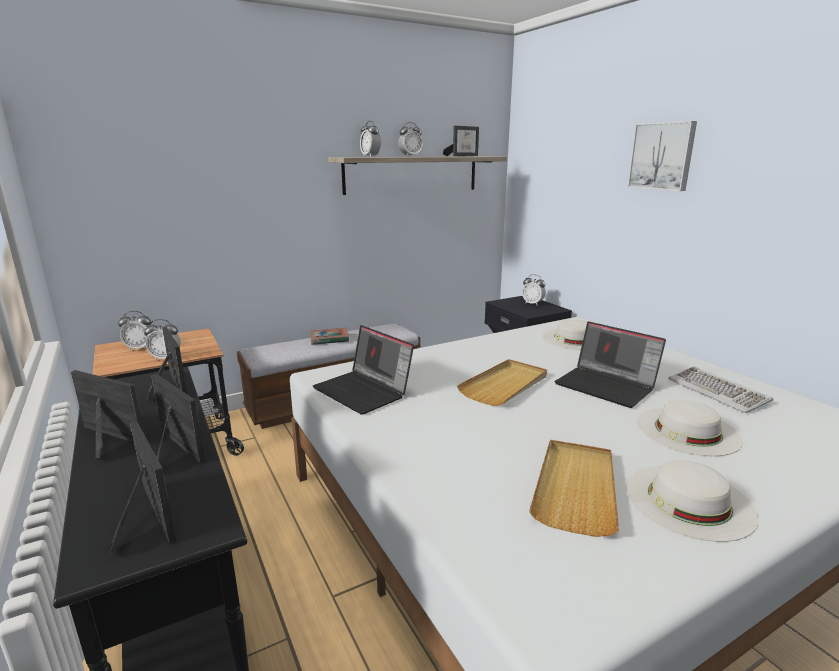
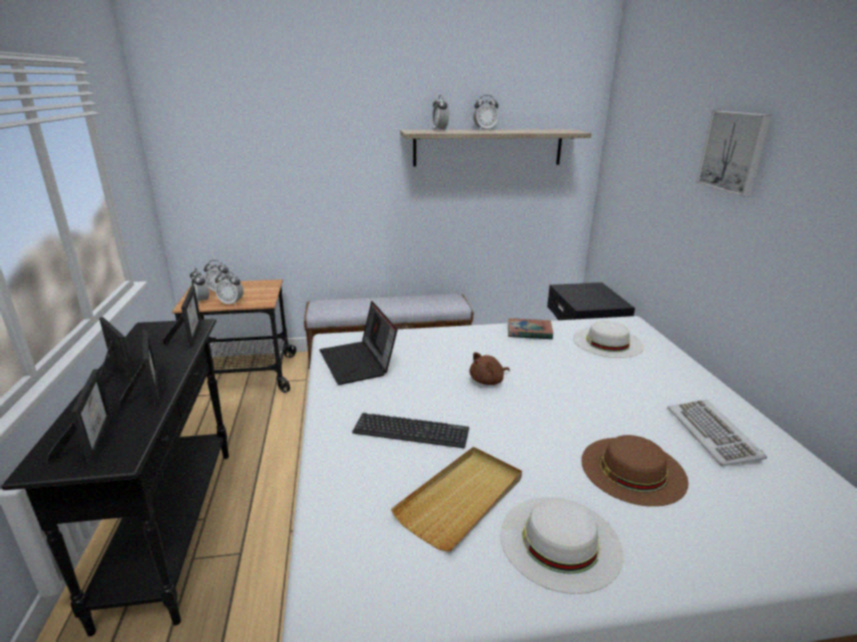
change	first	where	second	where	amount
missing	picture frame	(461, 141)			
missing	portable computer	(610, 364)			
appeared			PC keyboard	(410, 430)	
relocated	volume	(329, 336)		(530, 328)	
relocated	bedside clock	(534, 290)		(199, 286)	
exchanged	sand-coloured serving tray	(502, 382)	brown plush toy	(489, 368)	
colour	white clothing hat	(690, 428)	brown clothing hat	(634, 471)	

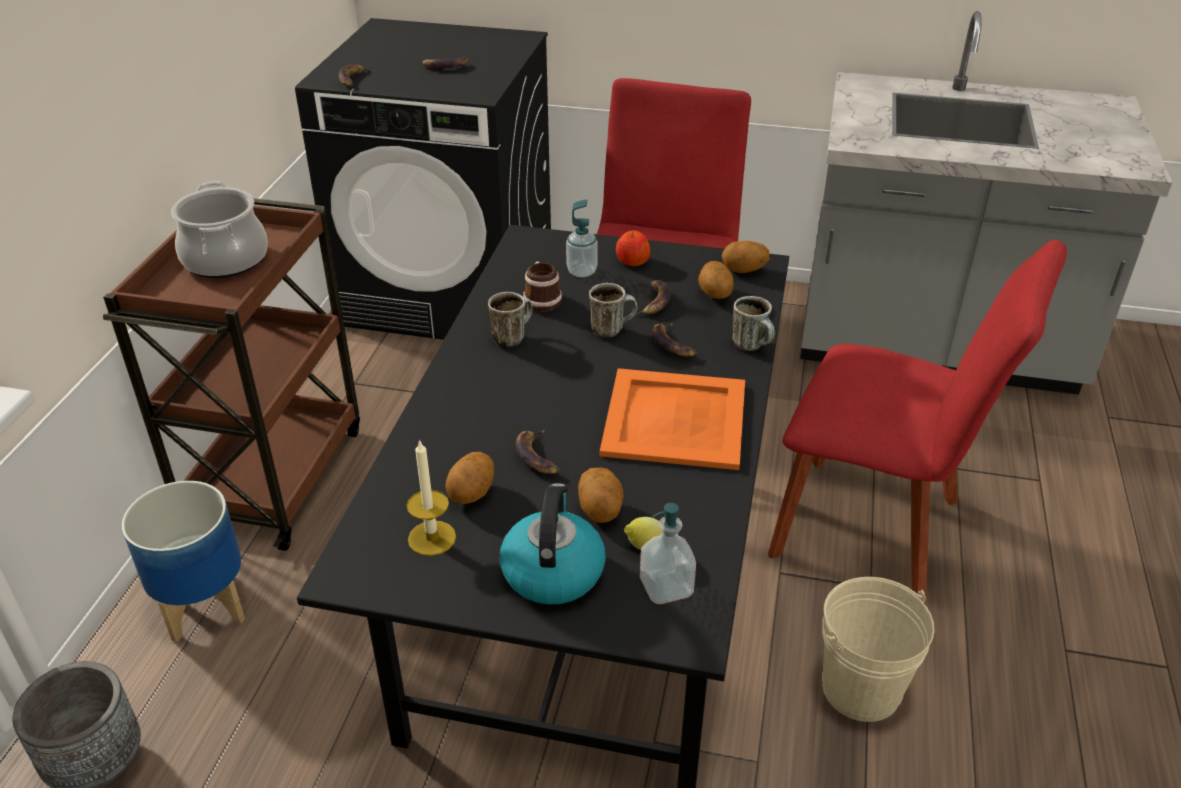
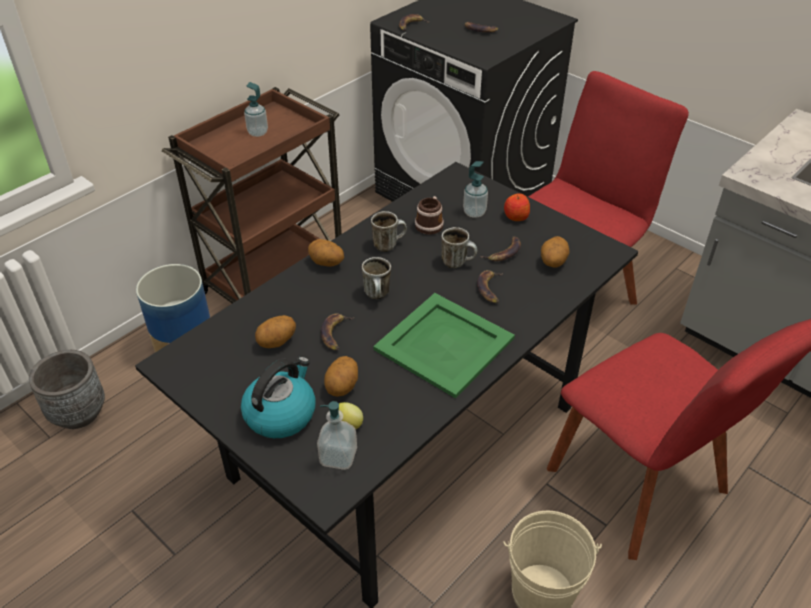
change	first	where	second	where	amount
missing	candle	(431, 497)			
relocated	whole potato	(745, 257)		(326, 253)	
relocated	mug	(753, 323)		(376, 278)	
exchanged	stockpot	(219, 229)	soap dispenser	(256, 109)	
colour	orange serving tray	(672, 419)	green-coloured serving tray	(444, 345)	

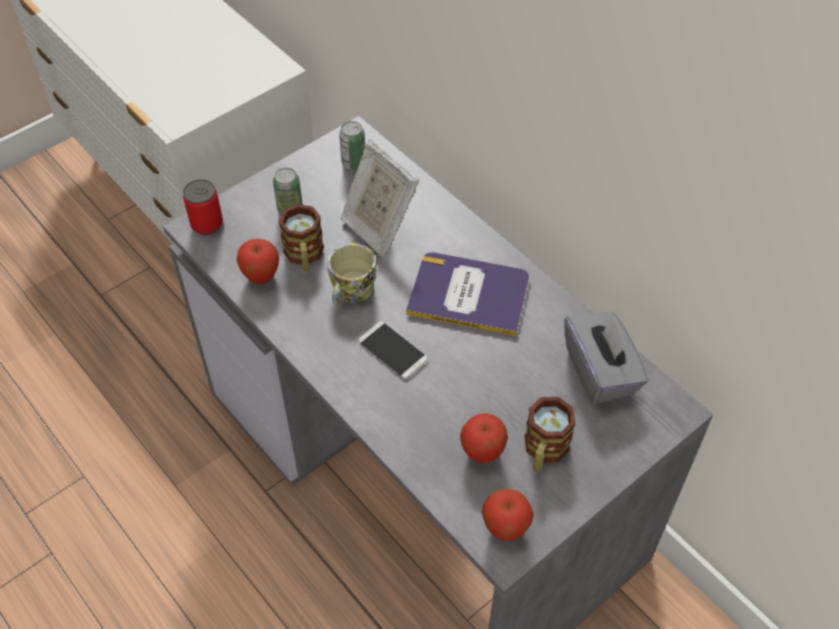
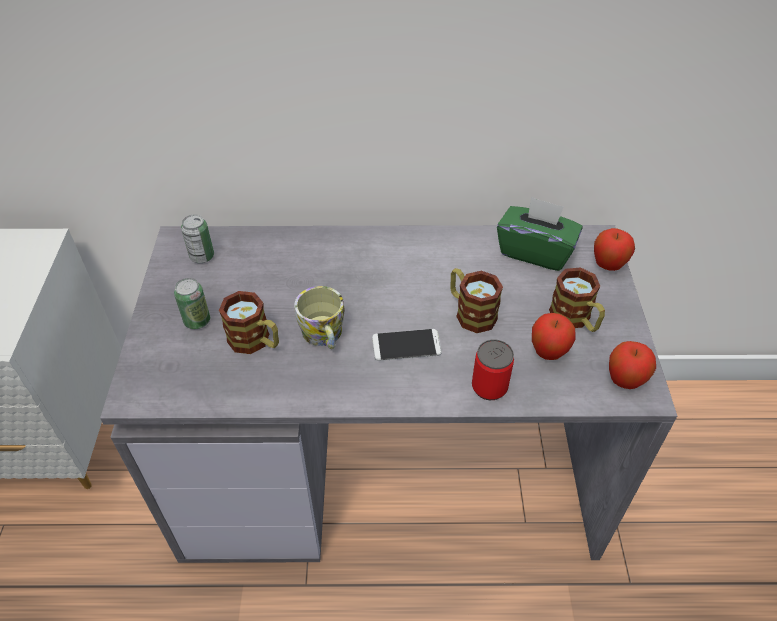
change	first	where	second	where	amount
missing	picture frame	(380, 198)			
missing	volume	(467, 294)			
appeared			mug	(476, 300)	
relocated	can	(203, 207)		(493, 369)	
relocated	whole apple	(258, 261)		(614, 249)	
colour	grey tissue holder	(606, 358)	green-coloured tissue holder	(540, 233)	

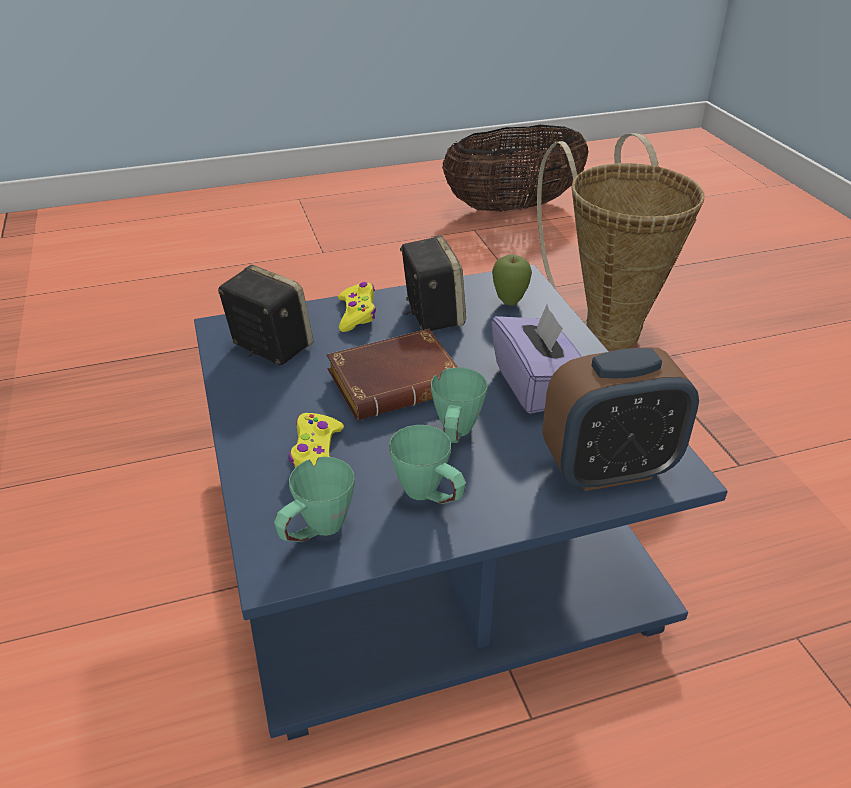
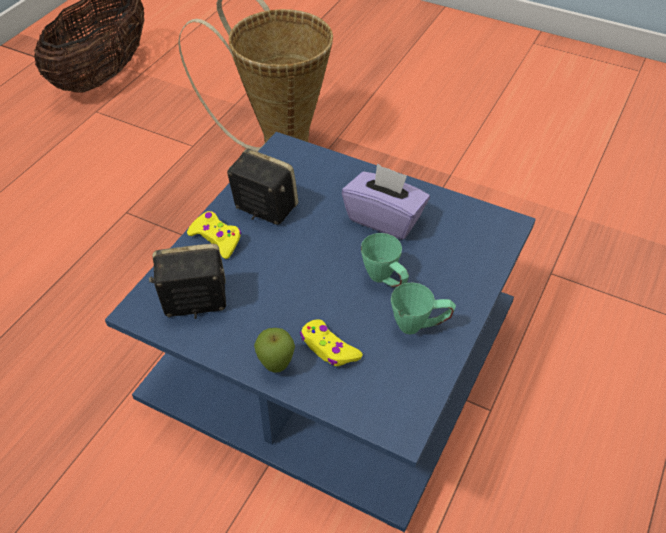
change	first	where	second	where	amount
missing	green-coloured mug	(314, 499)			
missing	brown volume	(392, 374)			
missing	bedside clock	(621, 419)			
relocated	whole apple	(512, 280)		(274, 350)	

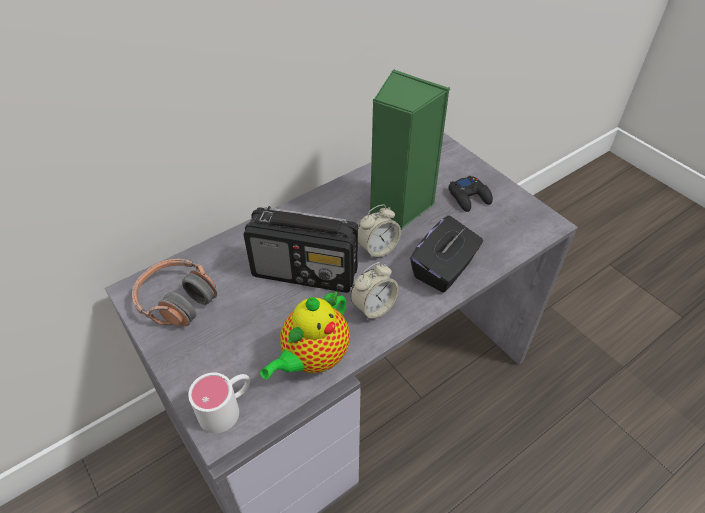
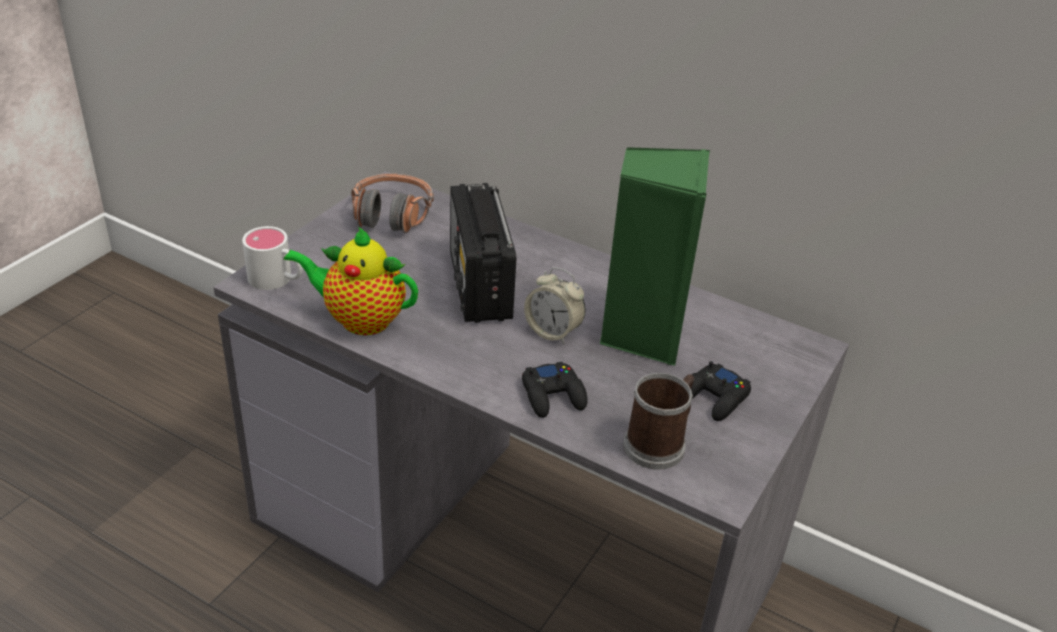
change	first	where	second	where	amount
missing	bedside clock	(374, 291)			
appeared			mug	(658, 421)	
exchanged	blackish tissue holder	(446, 254)	blackish gamepad	(554, 390)	

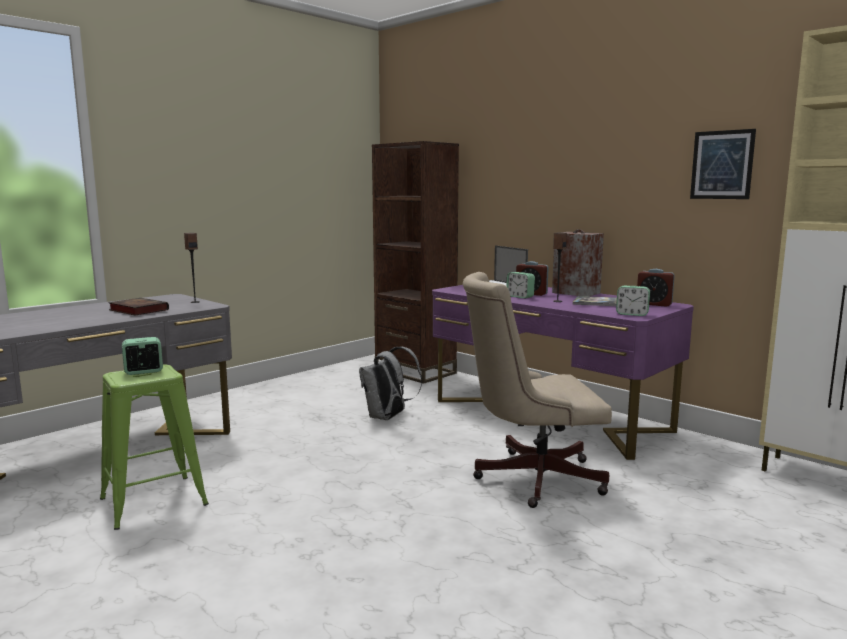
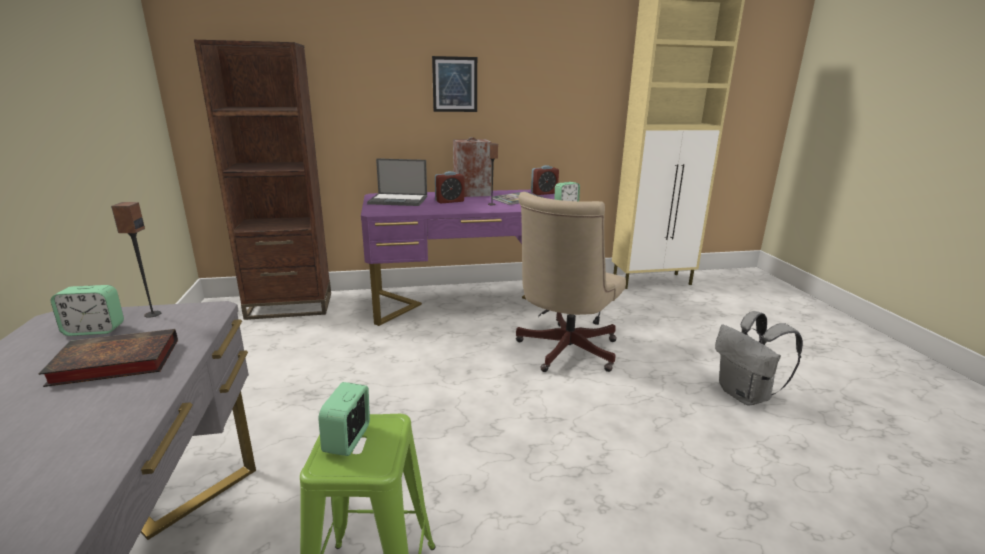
change	first	where	second	where	amount
relocated	grey rucksack	(390, 383)		(759, 358)	
relocated	bedside clock	(520, 285)		(87, 310)	
relocated	wall art	(723, 164)		(454, 84)	

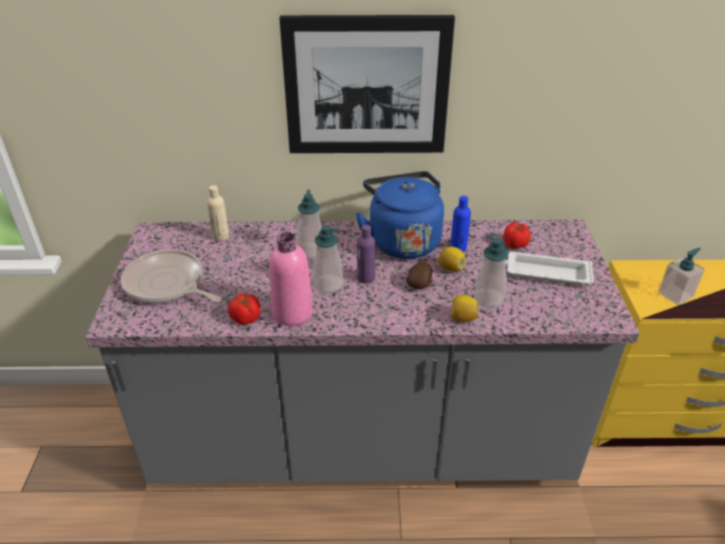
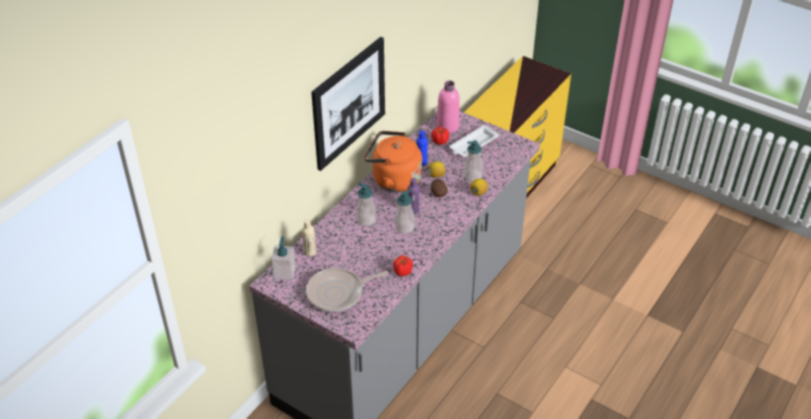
change	first	where	second	where	amount
relocated	pinkish beverage bottle	(291, 279)		(448, 107)	
relocated	soap dispenser	(681, 276)		(284, 257)	
colour	blue-coloured water kettle	(399, 215)	orange water kettle	(393, 161)	

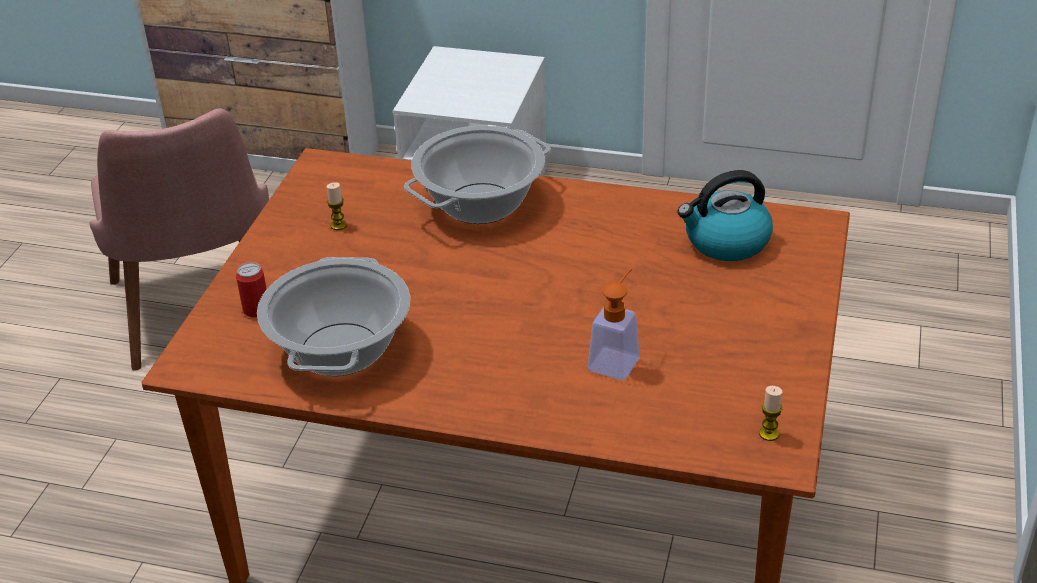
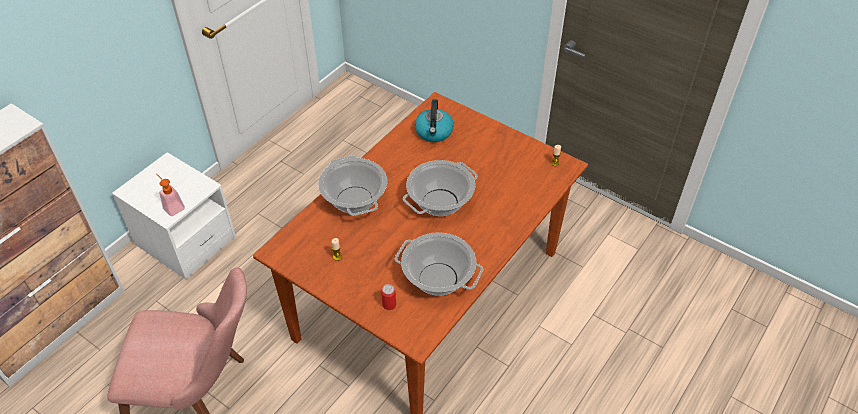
change	first	where	second	where	amount
appeared			stockpot	(440, 188)	
relocated	soap dispenser	(614, 324)		(170, 195)	

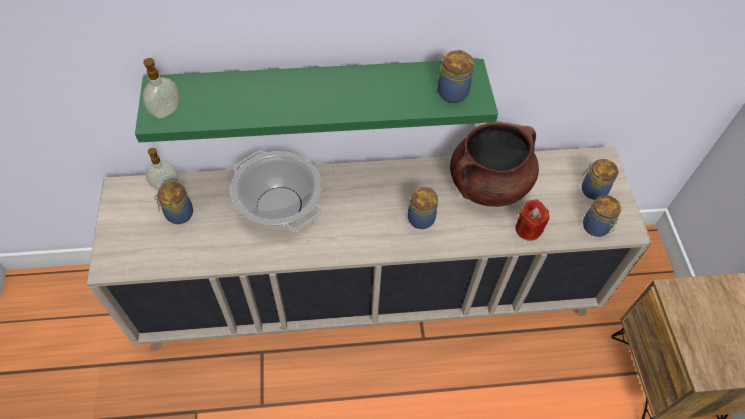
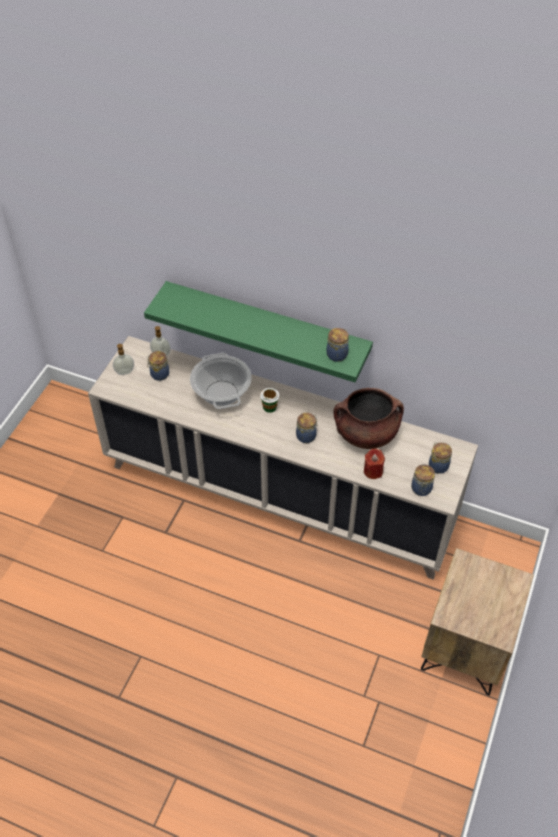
change	first	where	second	where	amount
appeared			small cup	(269, 400)	
relocated	soap dispenser	(161, 88)		(123, 359)	

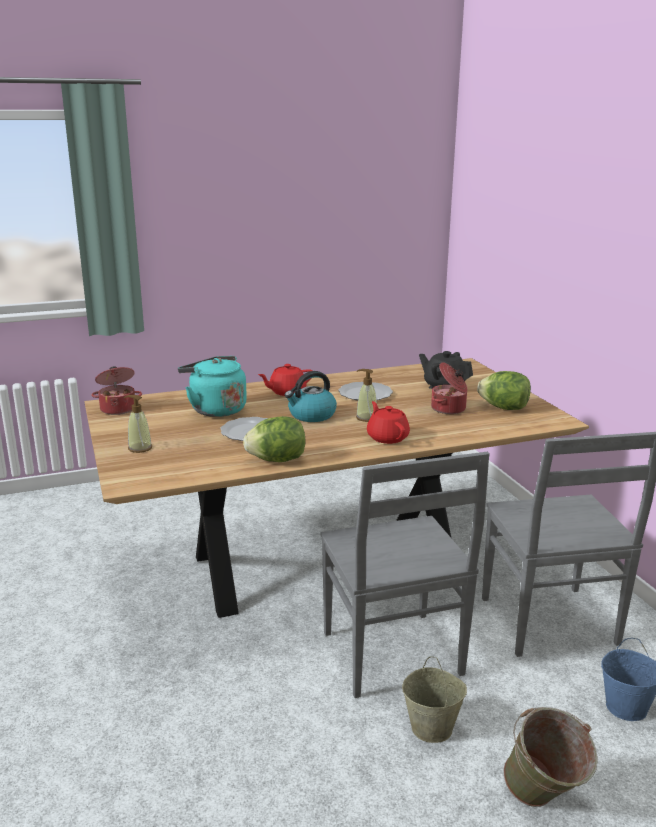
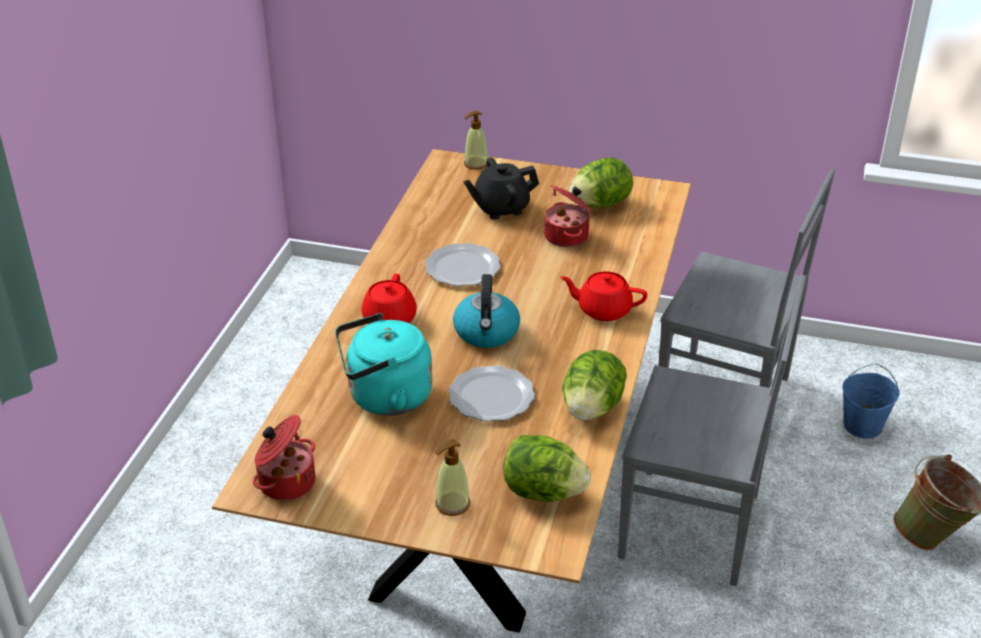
change	first	where	second	where	amount
missing	sand-coloured pail	(434, 699)			
appeared			lettuce head	(547, 468)	
relocated	soap dispenser	(366, 395)		(476, 140)	

